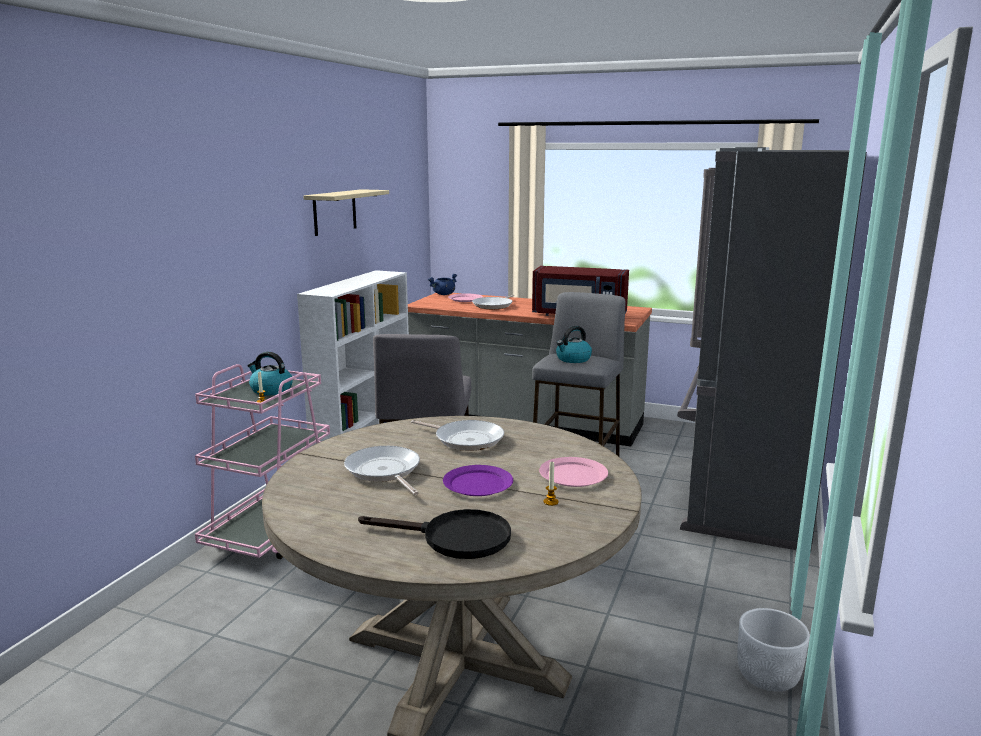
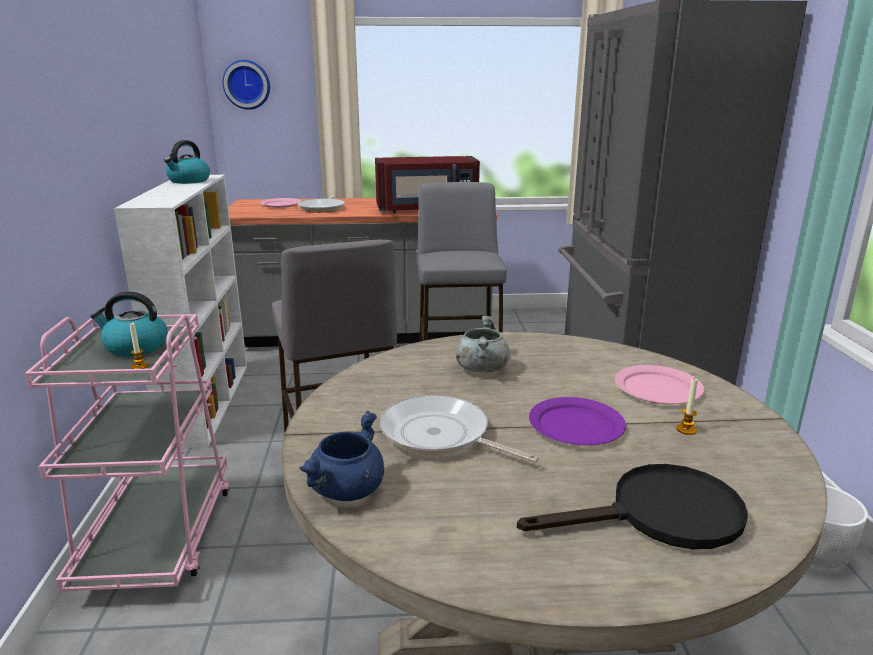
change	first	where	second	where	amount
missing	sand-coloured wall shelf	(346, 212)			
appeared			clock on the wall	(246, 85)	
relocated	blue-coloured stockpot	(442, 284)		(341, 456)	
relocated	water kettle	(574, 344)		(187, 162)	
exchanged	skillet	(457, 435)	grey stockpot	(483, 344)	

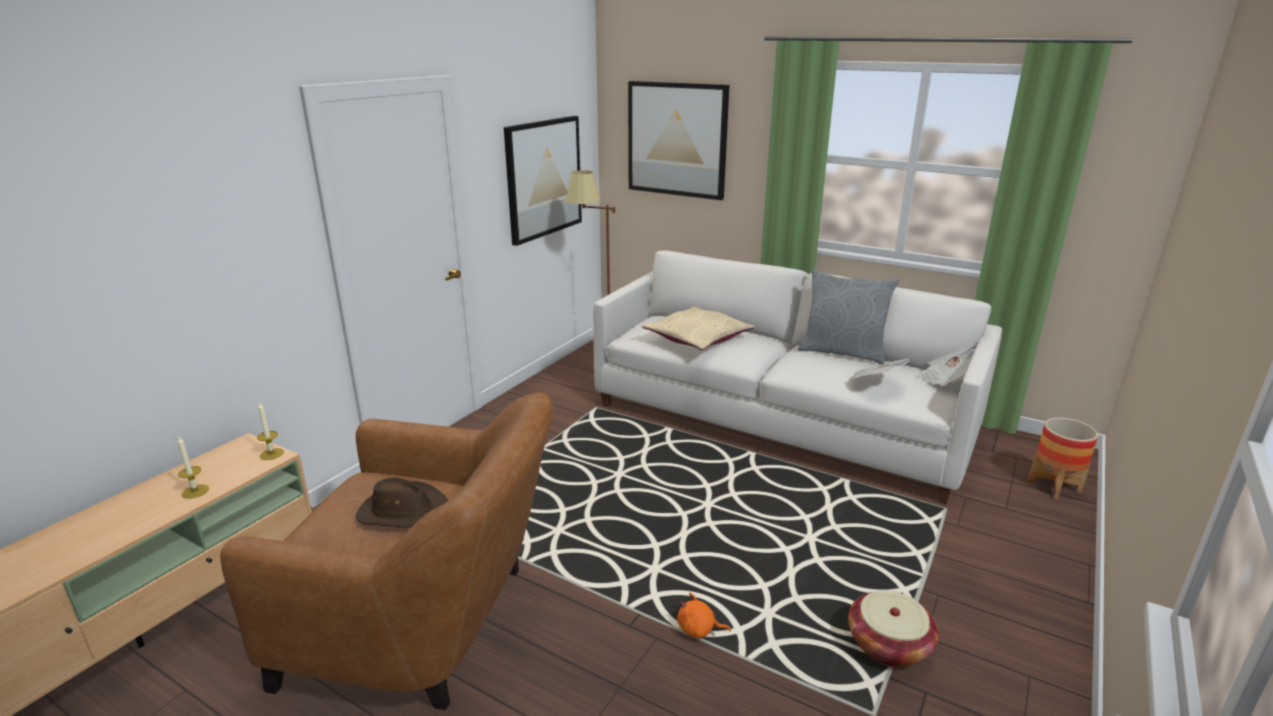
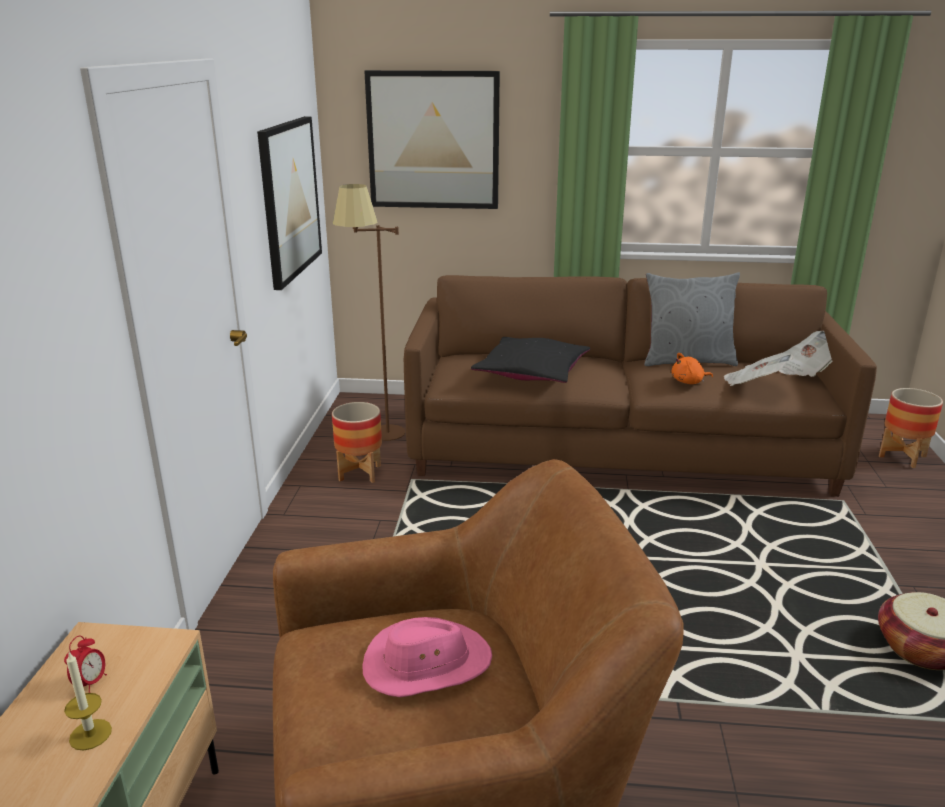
change	first	where	second	where	amount
missing	candle	(270, 431)			
appeared			bedside clock	(85, 664)	
appeared			plant pot	(357, 442)	
relocated	orange plush toy	(704, 615)		(692, 368)	
colour	brown clothing hat	(402, 502)	pinkish clothing hat	(427, 657)	
colour	white settee	(797, 377)	brown settee	(640, 386)	
colour	sand-coloured throw pillow	(698, 328)	blackish throw pillow	(530, 360)	

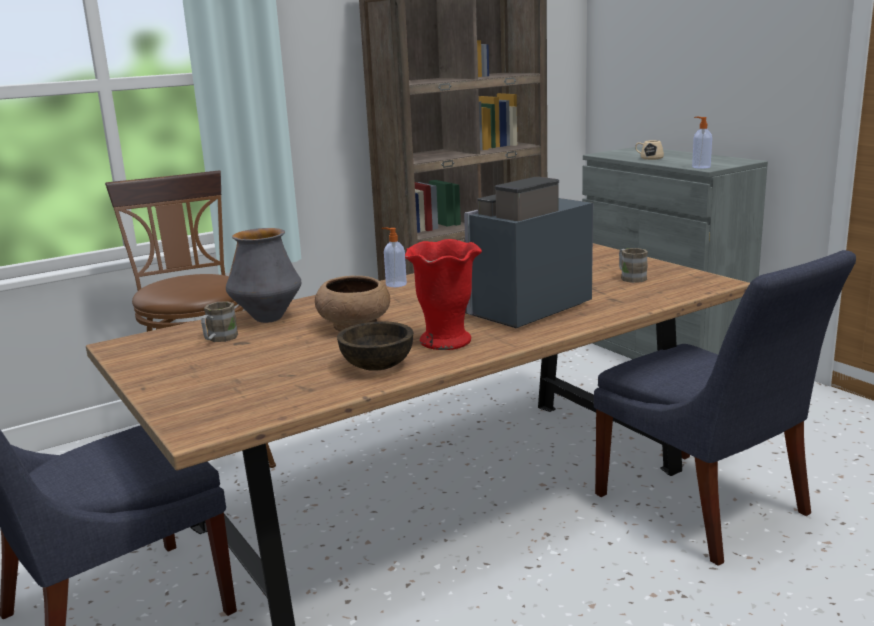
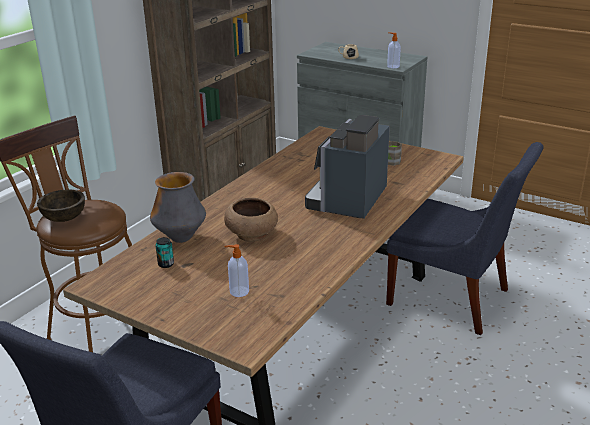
change	first	where	second	where	amount
missing	reddish decorative vase	(443, 294)			
relocated	brown serving bowl	(375, 346)		(61, 205)	
relocated	soap dispenser	(394, 257)		(236, 270)	
exchanged	brown mug	(219, 321)	can	(164, 252)	

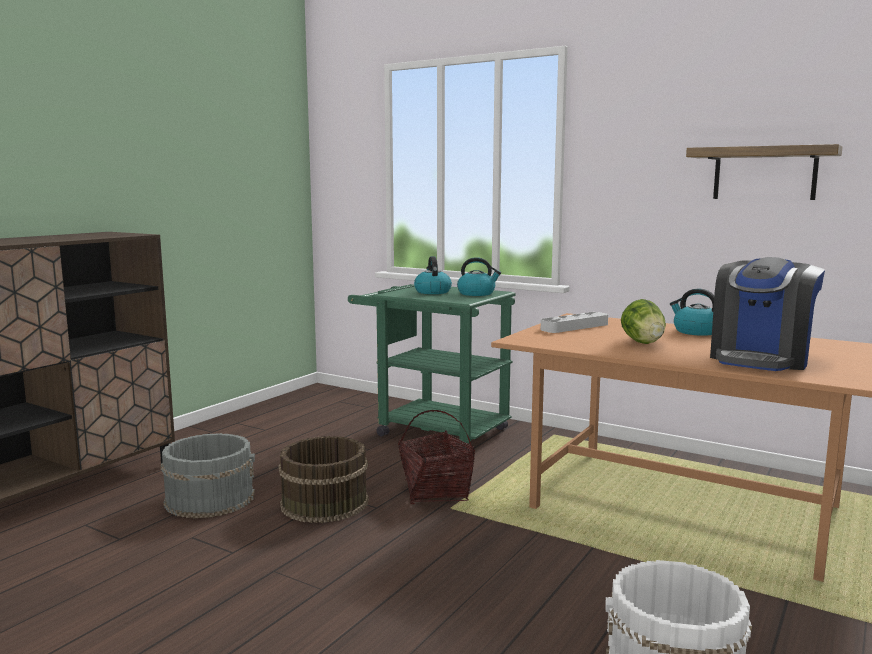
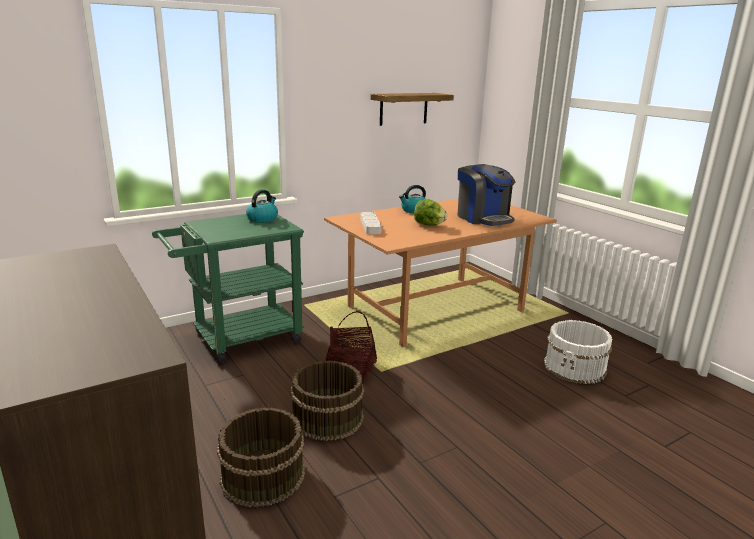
change	first	where	second	where	amount
missing	water kettle	(433, 275)			
colour	grey pail	(208, 475)	brown pail	(261, 458)	

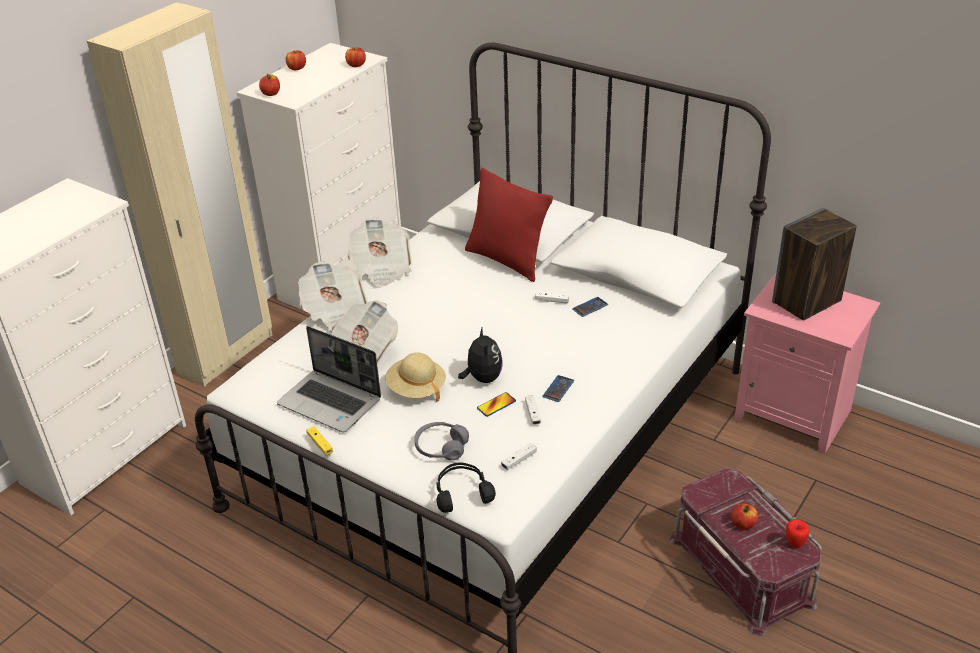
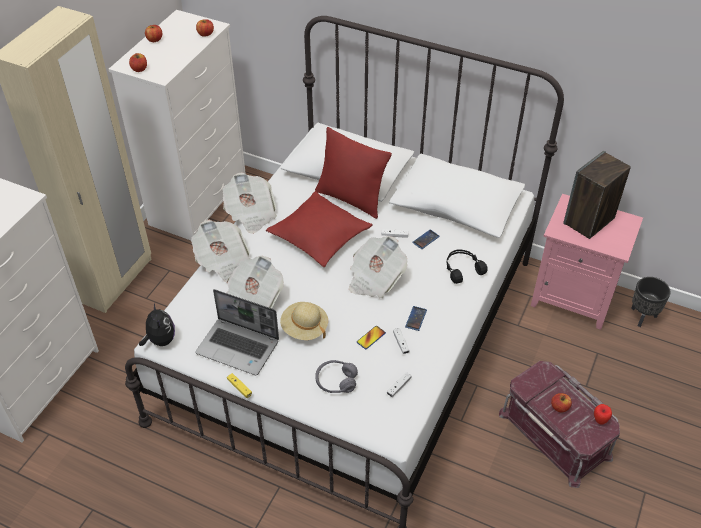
change	first	where	second	where	amount
appeared			reddish throw pillow	(319, 229)	
appeared			printed paper	(378, 267)	
appeared			blackish plant pot	(651, 302)	
relocated	blackish headset	(466, 487)		(466, 266)	
relocated	plush toy	(480, 354)		(157, 324)	

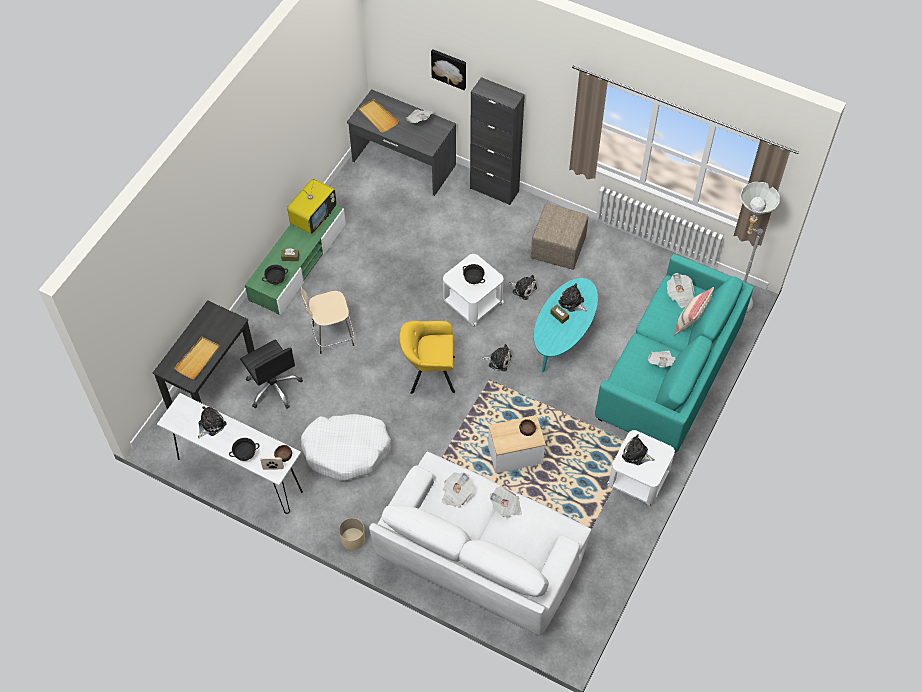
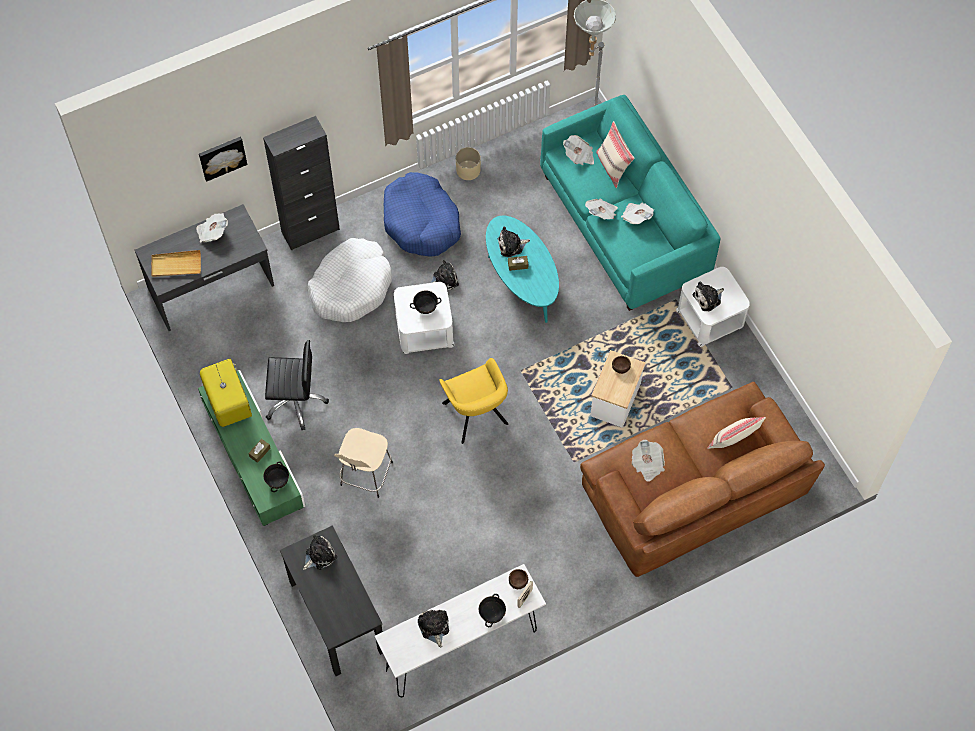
change	first	where	second	where	amount
missing	sand-coloured serving tray	(197, 358)			
appeared			sand-coloured throw pillow	(736, 433)	
relocated	blackish office chair	(271, 374)		(297, 385)	
relocated	white dog cushion	(346, 447)		(350, 280)	
relocated	sand-coloured plant pot	(352, 534)		(468, 163)	
relocated	plush toy	(497, 357)		(320, 552)	
relocated	printed paper	(506, 502)		(601, 209)	
exchanged	sand-coloured ottoman	(559, 237)	blue-coloured dog cushion	(422, 214)	
colour	white settee	(480, 544)	brown settee	(702, 479)	
spun	yellow easy chair	(427, 357)		(473, 401)	60 degrees counterclockwise

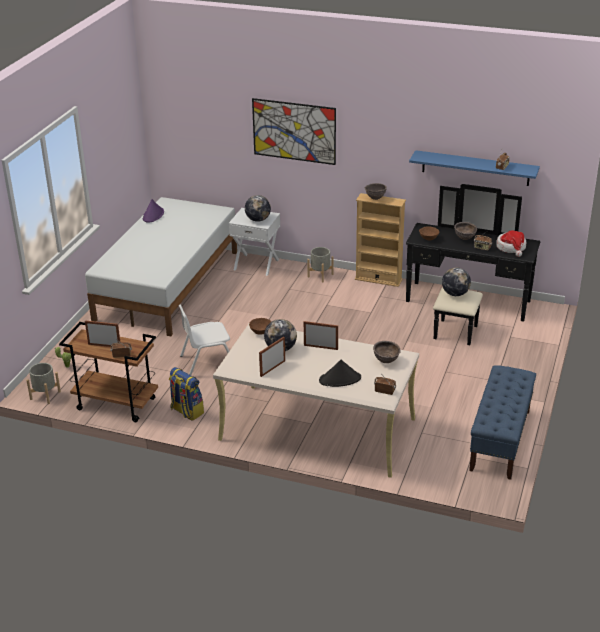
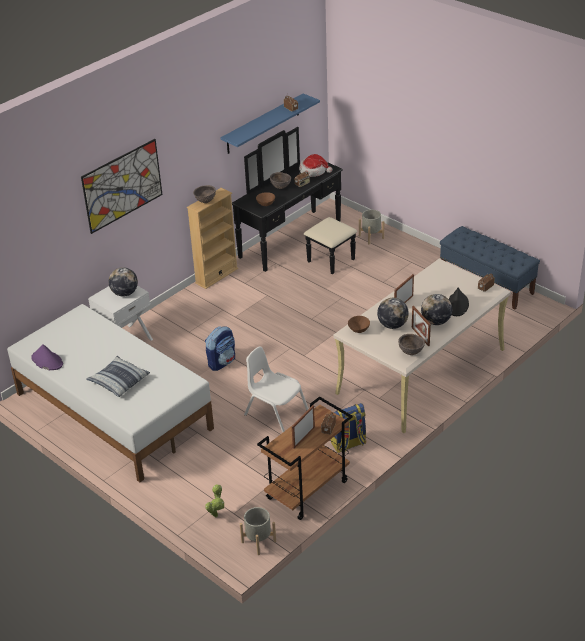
change	first	where	second	where	amount
appeared			throw pillow	(118, 376)	
appeared			rucksack	(220, 348)	
relocated	grey plant pot	(320, 264)		(371, 226)	
relocated	brown serving bowl	(386, 352)		(411, 344)	
relocated	world globe	(456, 282)		(436, 309)	
spun	white chair	(204, 339)		(276, 389)	120 degrees clockwise

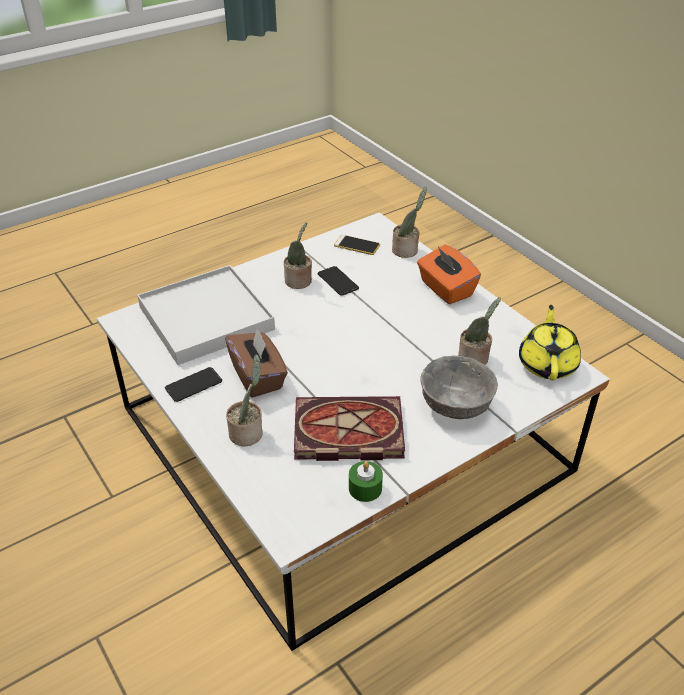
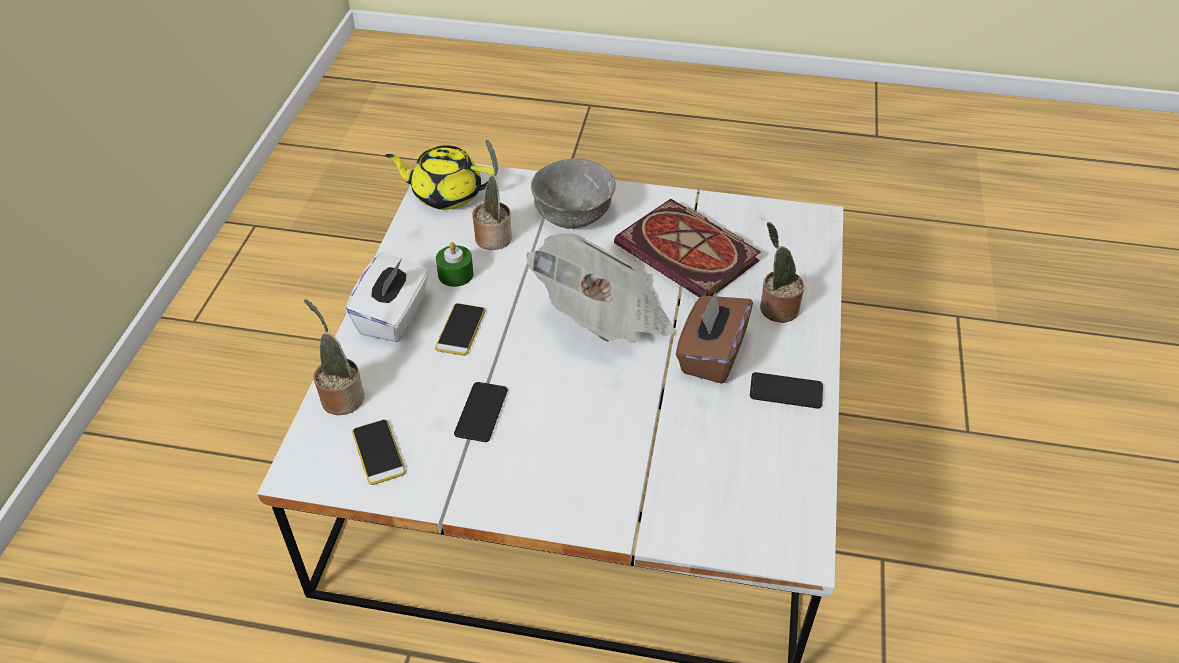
change	first	where	second	where	amount
missing	white serving tray	(206, 315)			
missing	plant in a pot	(298, 256)			
appeared			handset	(460, 329)	
appeared			printed paper	(601, 288)	
relocated	green-coloured candle	(366, 481)		(455, 264)	
colour	orange tissue holder	(449, 274)	white tissue holder	(387, 297)	
spun	yellow teapot	(550, 342)		(439, 177)	45 degrees clockwise

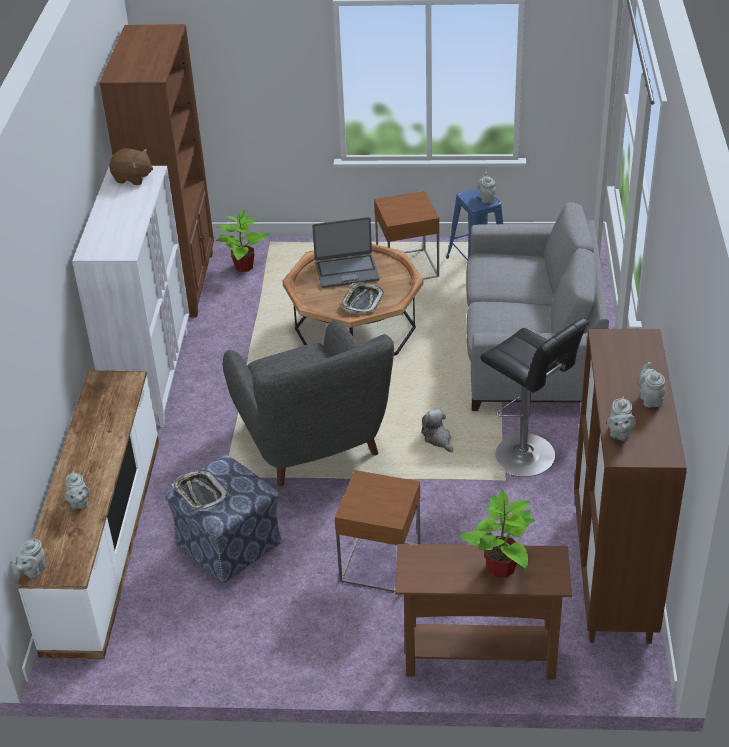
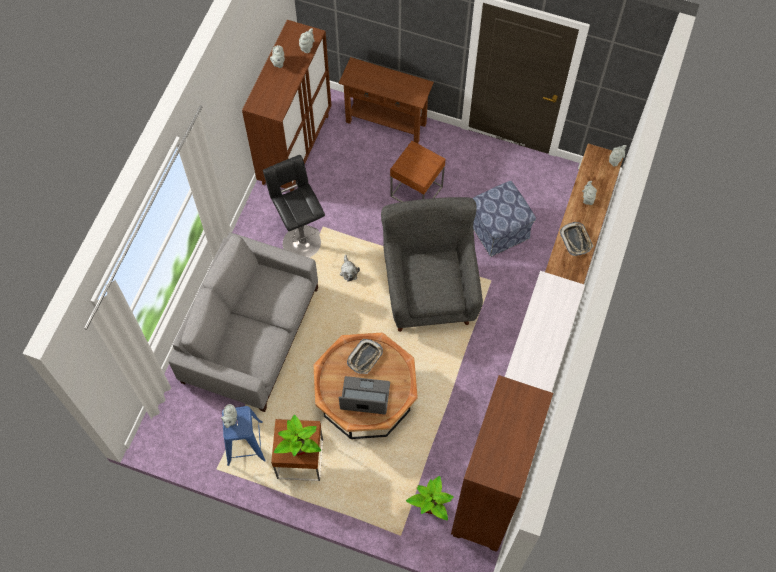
change	first	where	second	where	amount
missing	brown plush toy	(131, 166)			
relocated	serving tray	(200, 490)		(576, 239)	
relocated	plant in a pot	(497, 533)		(297, 435)	

